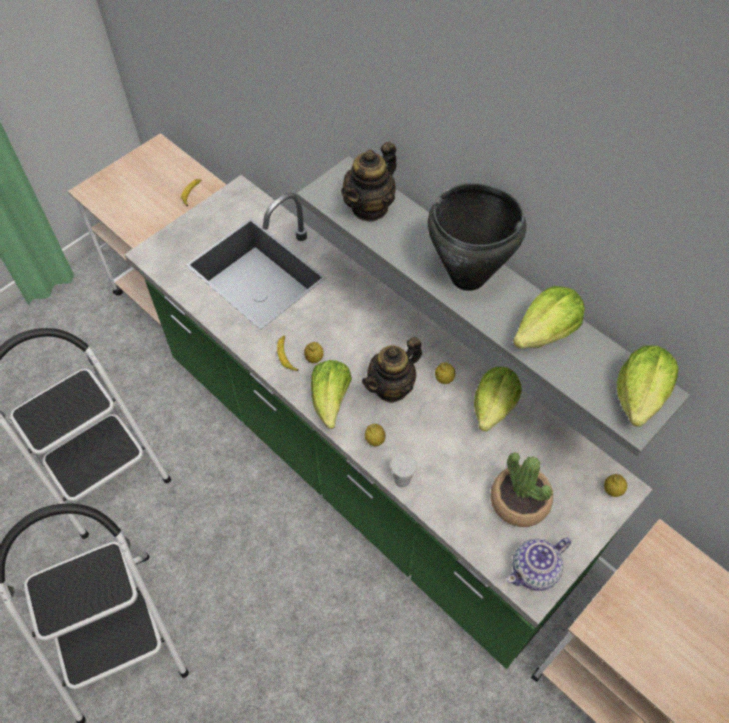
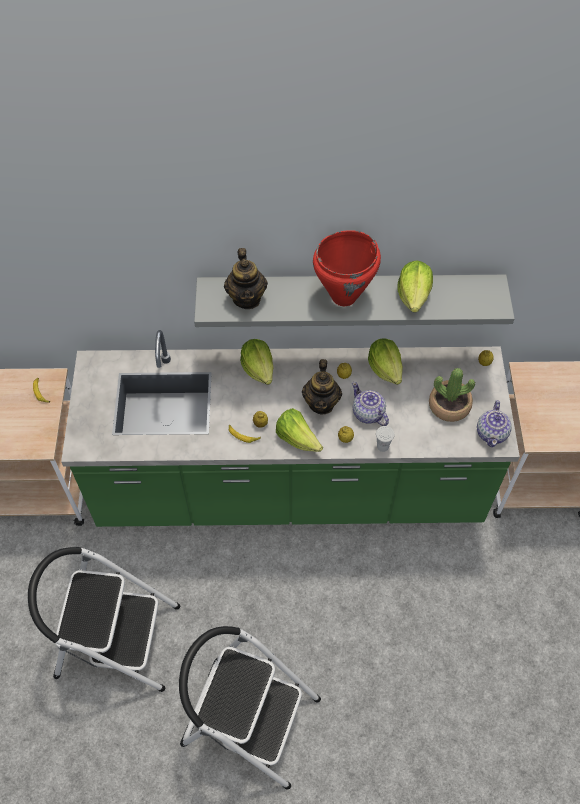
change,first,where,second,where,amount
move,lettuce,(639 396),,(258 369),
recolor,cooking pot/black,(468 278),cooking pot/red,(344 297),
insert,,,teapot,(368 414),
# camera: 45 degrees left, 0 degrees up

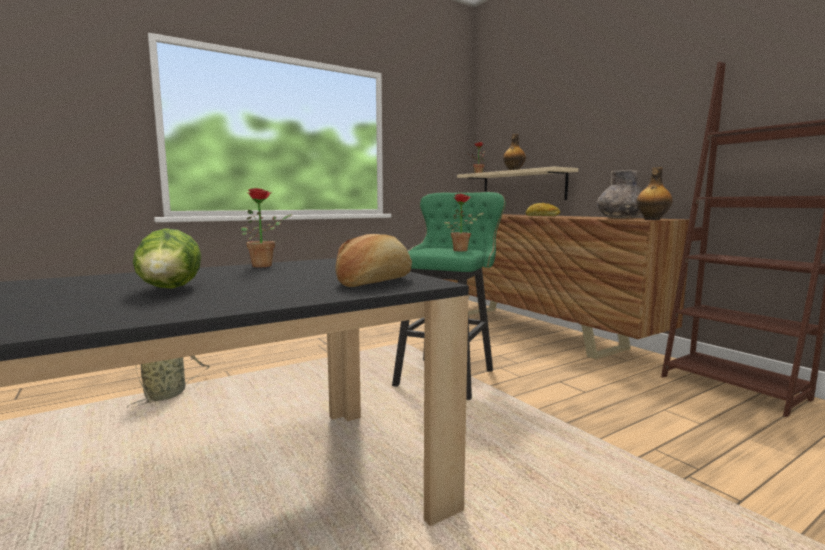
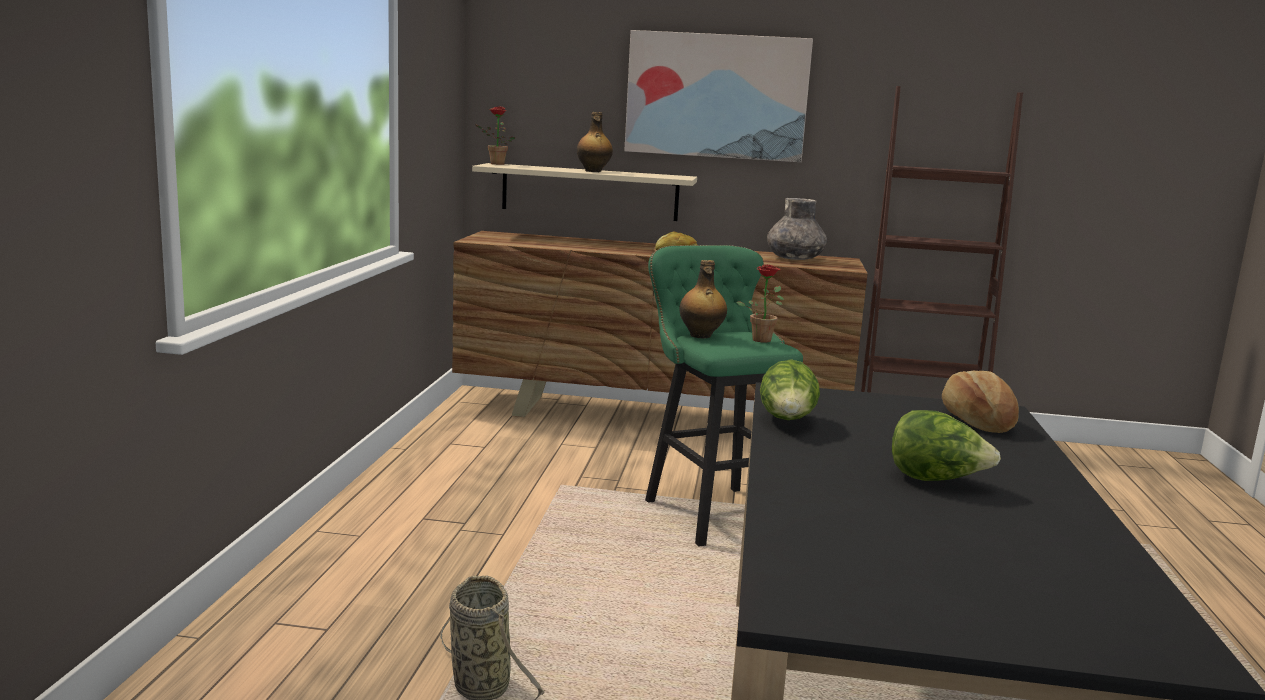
change,first,where,second,where,amount
insert,,,picture,(716 96),
move,bottle,(652 219),,(700 336),
replace,potted plant,(266 265),lettuce,(787 421),
# camera: 50 degrees left, 5 degrees up

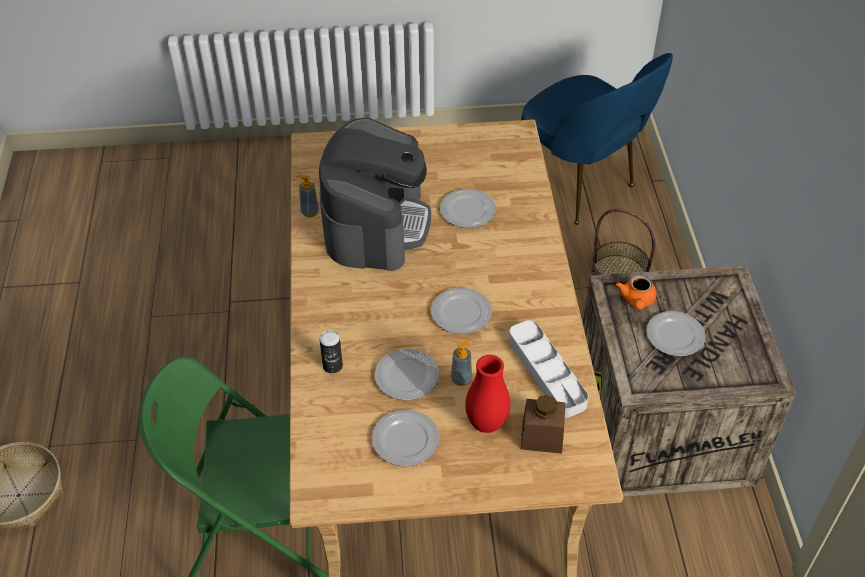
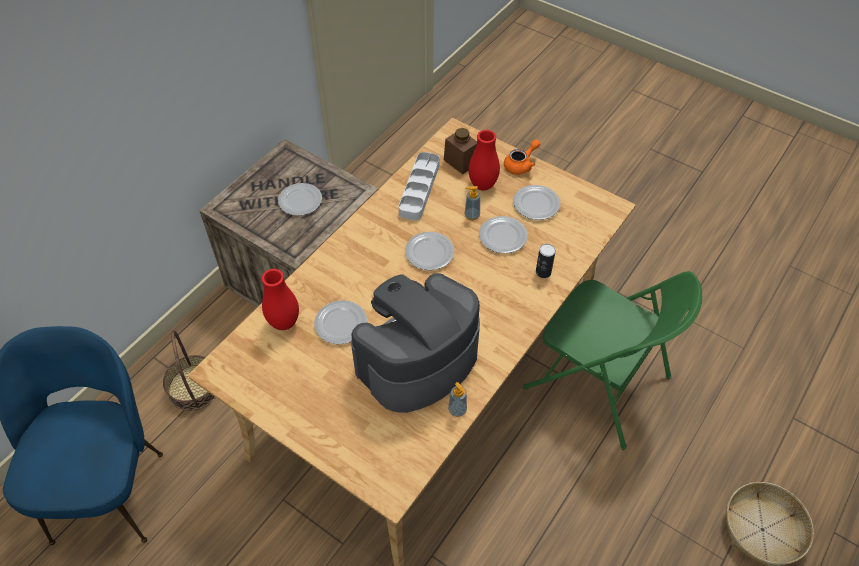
change,first,where,second,where,amount
insert,,,vase/red,(284 323),
move,teapot/orange,(636 301),,(521 165),
# camera: 140 degrees left, 5 degrees up

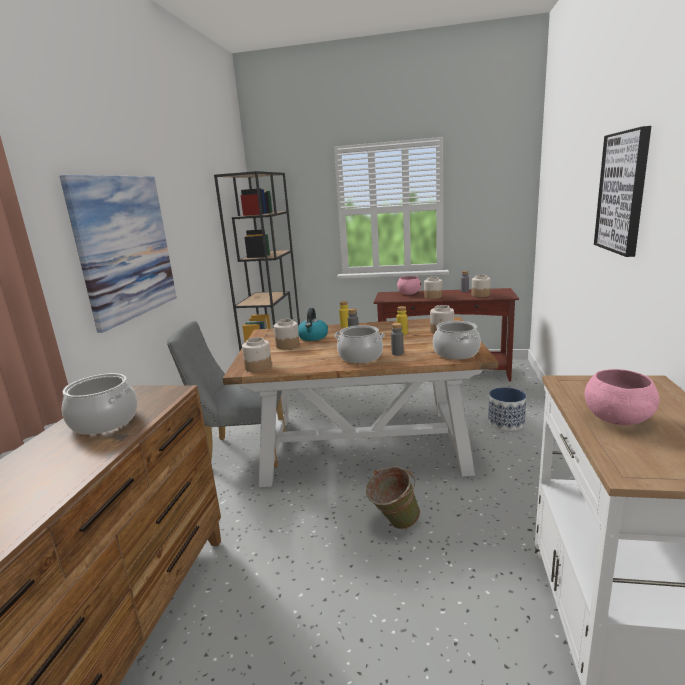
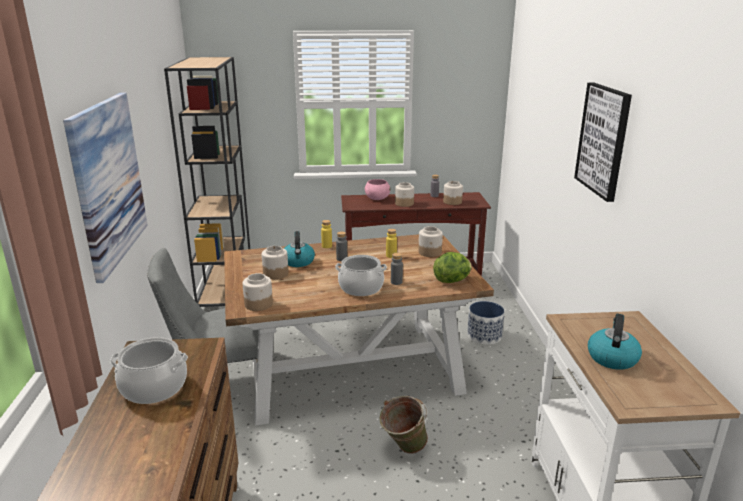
change,first,where,second,where,amount
replace,cooking pot,(456 353),lettuce,(452 281),
replace,bowl/pink,(616 419),kettle,(612 357),
# camera: 15 degrees left, 5 degrees up

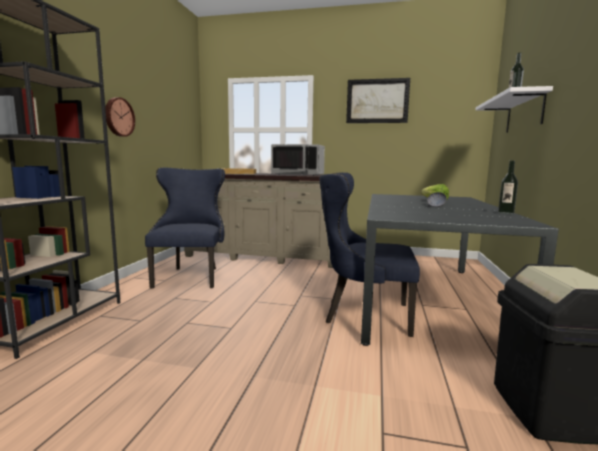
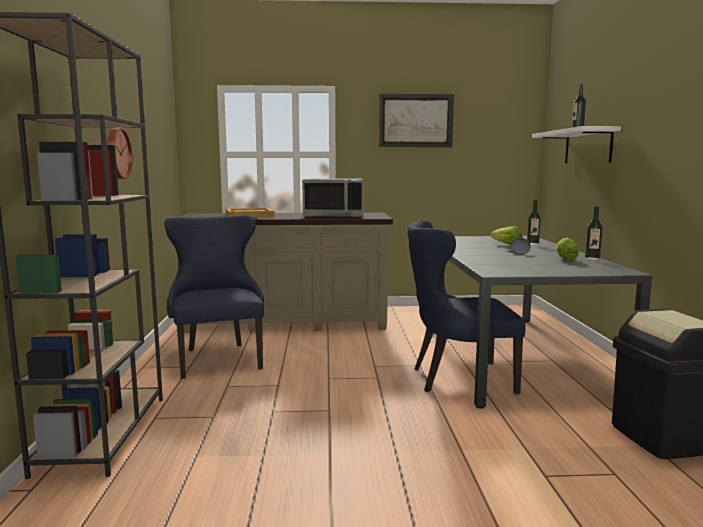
change,first,where,second,where,amount
insert,,,bottle,(532 244),
insert,,,lettuce,(564 259),
# camera: 15 degrees left, 0 degrees up

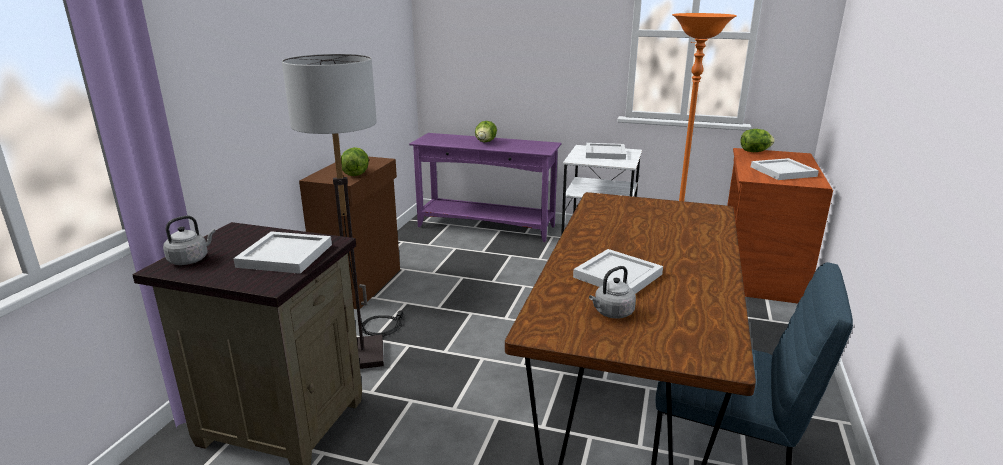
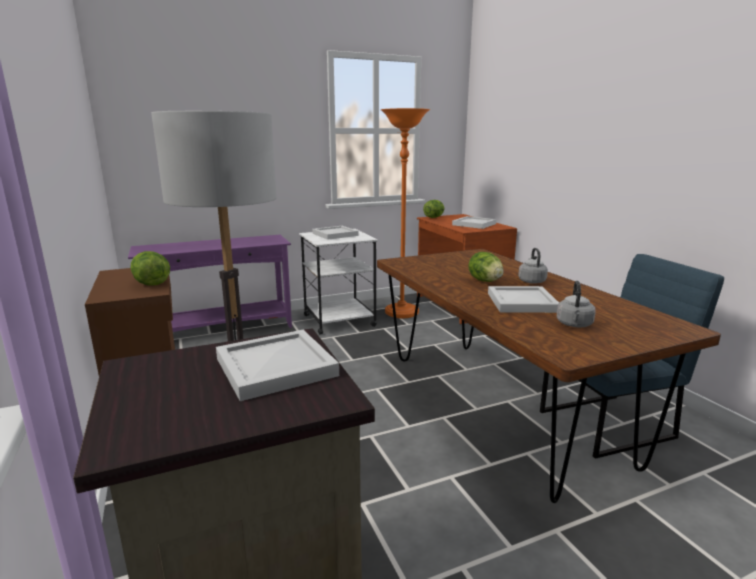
change,first,where,second,where,amount
move,lettuce,(485 142),,(485 281),
move,kettle/grey,(190 259),,(531 281),
# camera: 40 degrees left, 5 degrees down

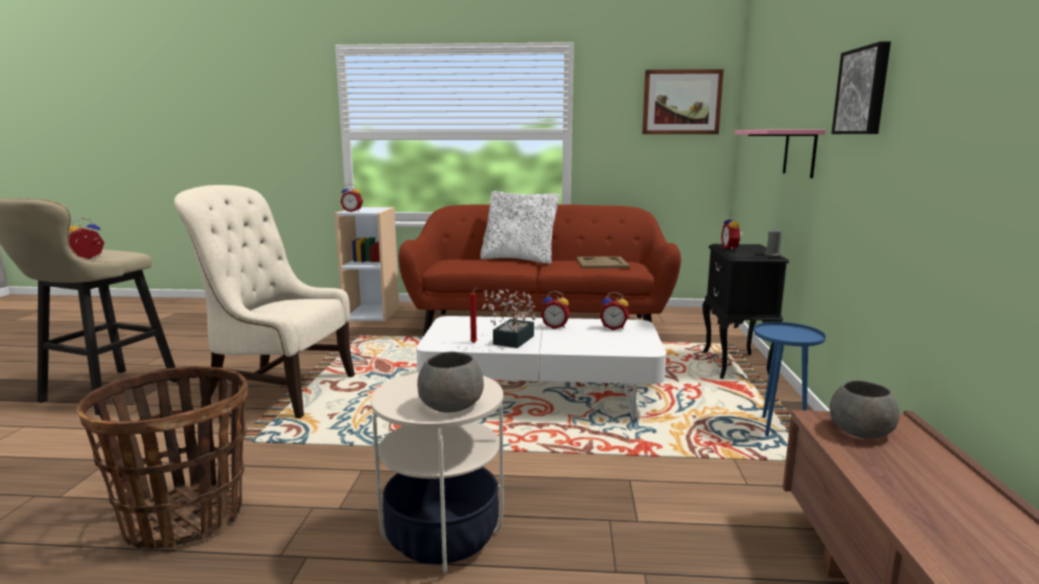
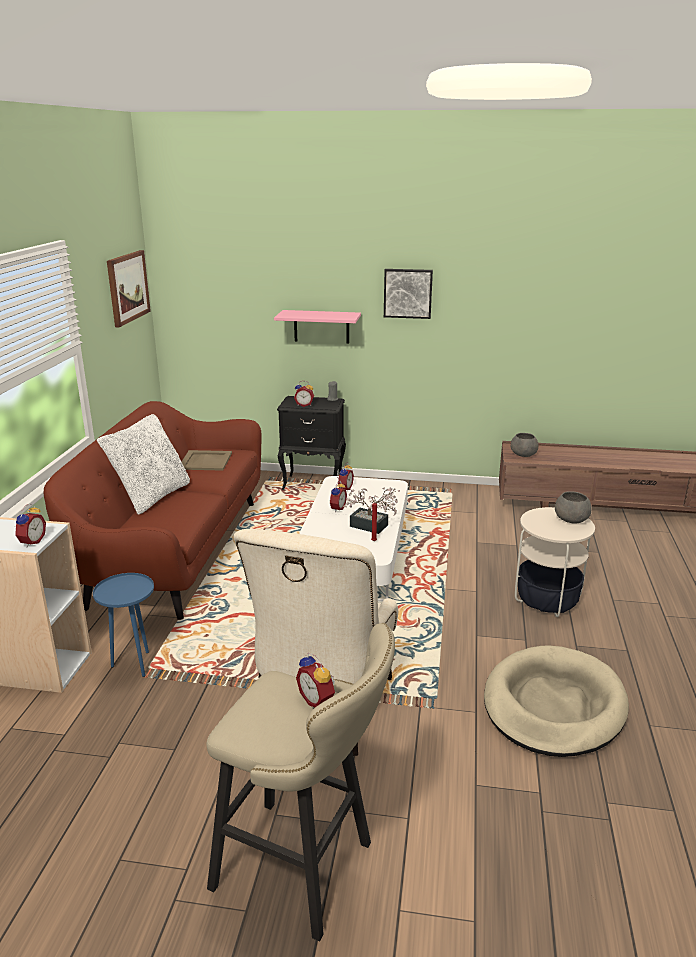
change,first,where,second,where,amount
move,side table/blue,(778 429),,(134 664),
replace,basket,(185 519),dog bed/beige,(553 705),
# camera: 85 degrees left, 10 degrees up

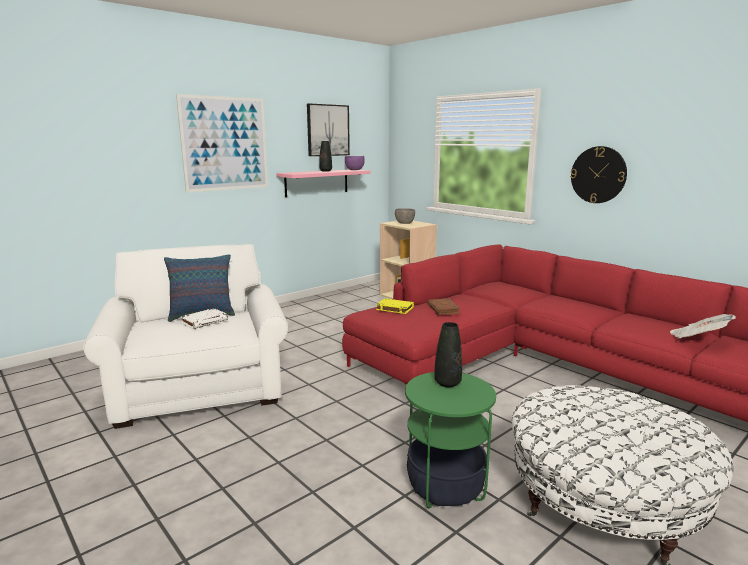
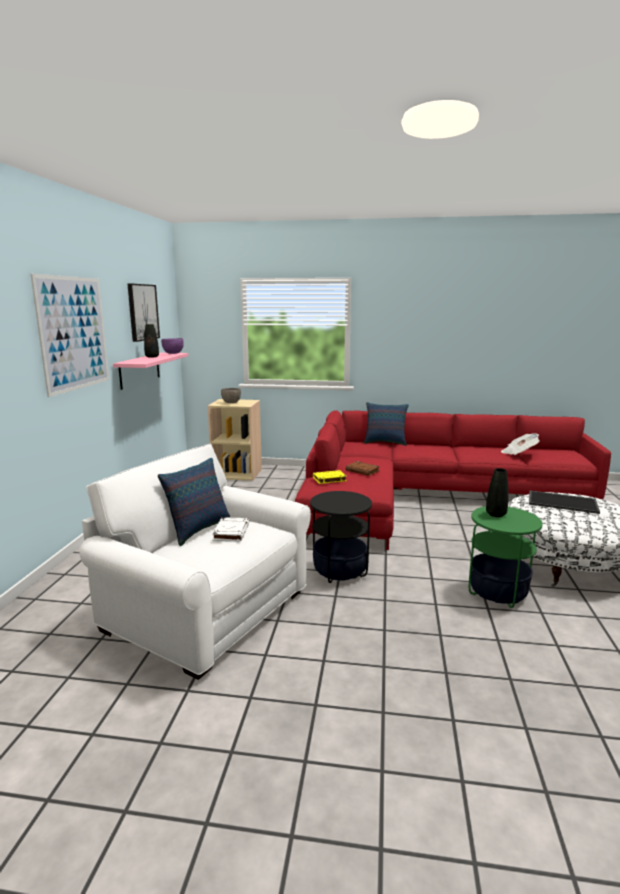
change,first,where,second,where,amount
insert,,,side table/black,(339 571),
insert,,,pillow/blue,(385 443),
insert,,,tray,(563 502),
delete,wall clock,(598 175),,,
# camera: 40 degrees left, 0 degrees up

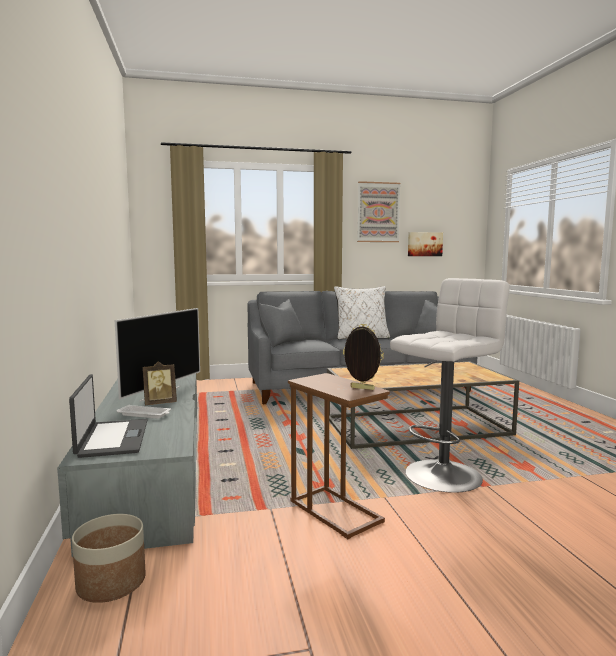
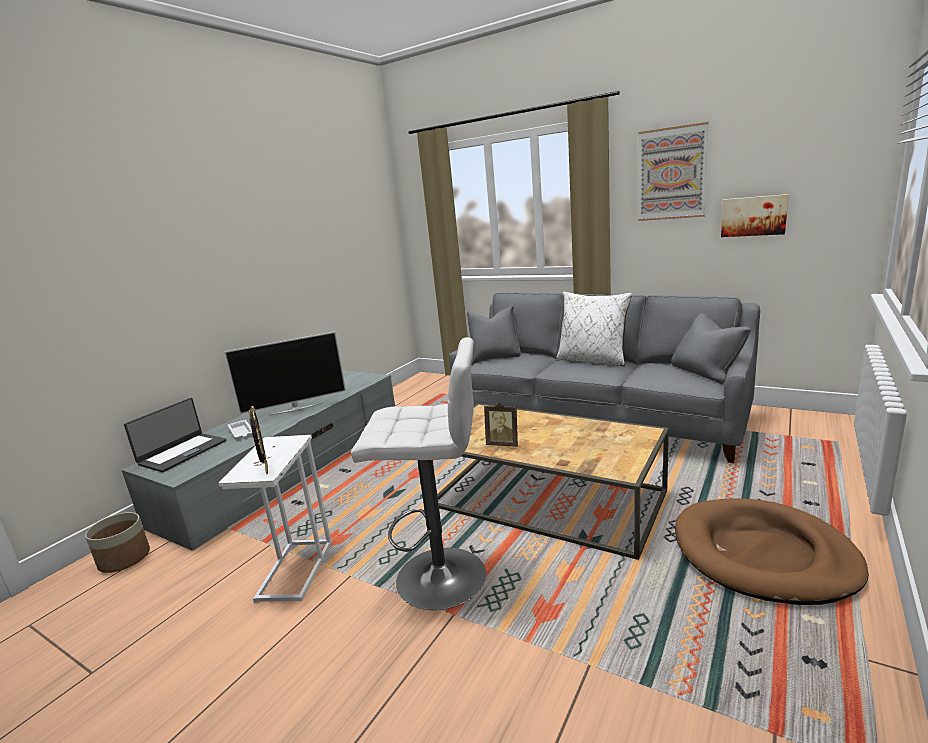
change,first,where,second,where,amount
recolor,side table/brown,(334 511),side table/white,(295 569),
move,picture frame,(160 403),,(503 444),
insert,,,dog bed/brown,(763 555),
# camera: 45 degrees right, 10 degrees up

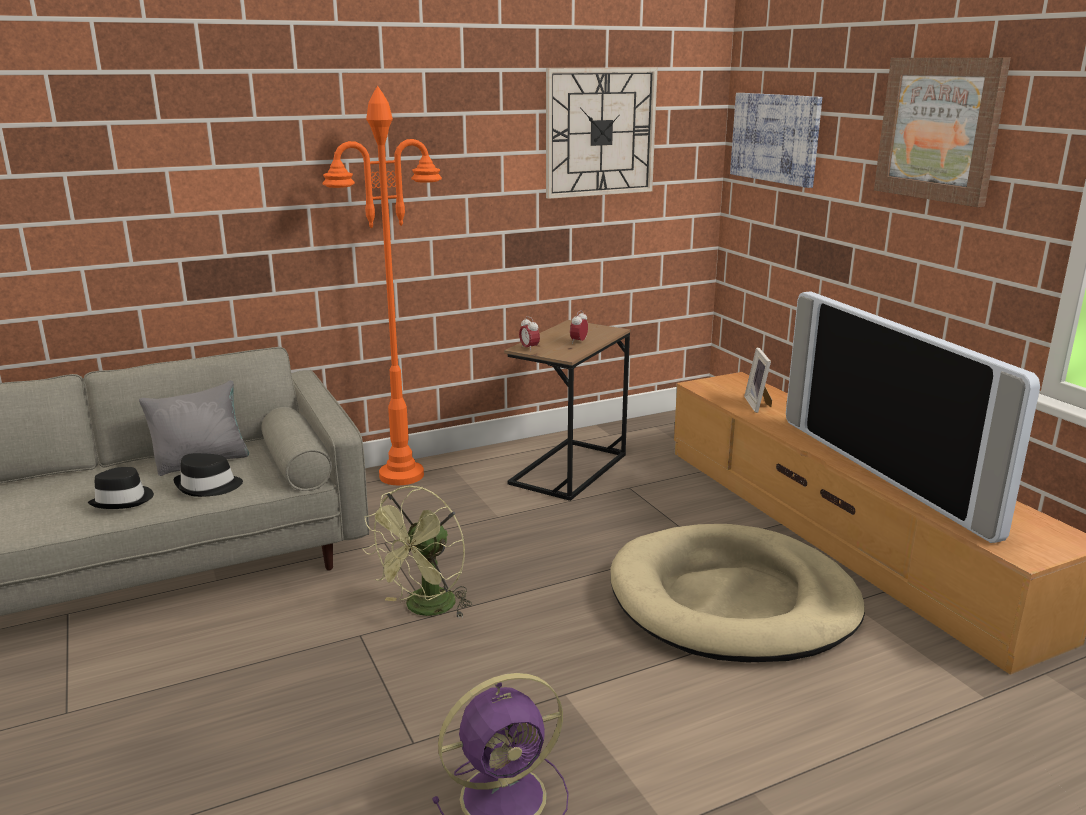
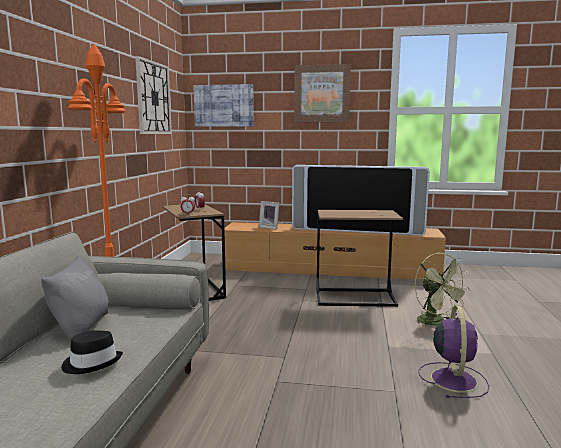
change,first,where,second,where,amount
replace,dog bed/beige,(732 601),side table/brown,(355 298),
move,fan/green,(425 609),,(436 323),
delete,hat/black,(208 486),,,
# camera: 55 degrees left, 10 degrees down

